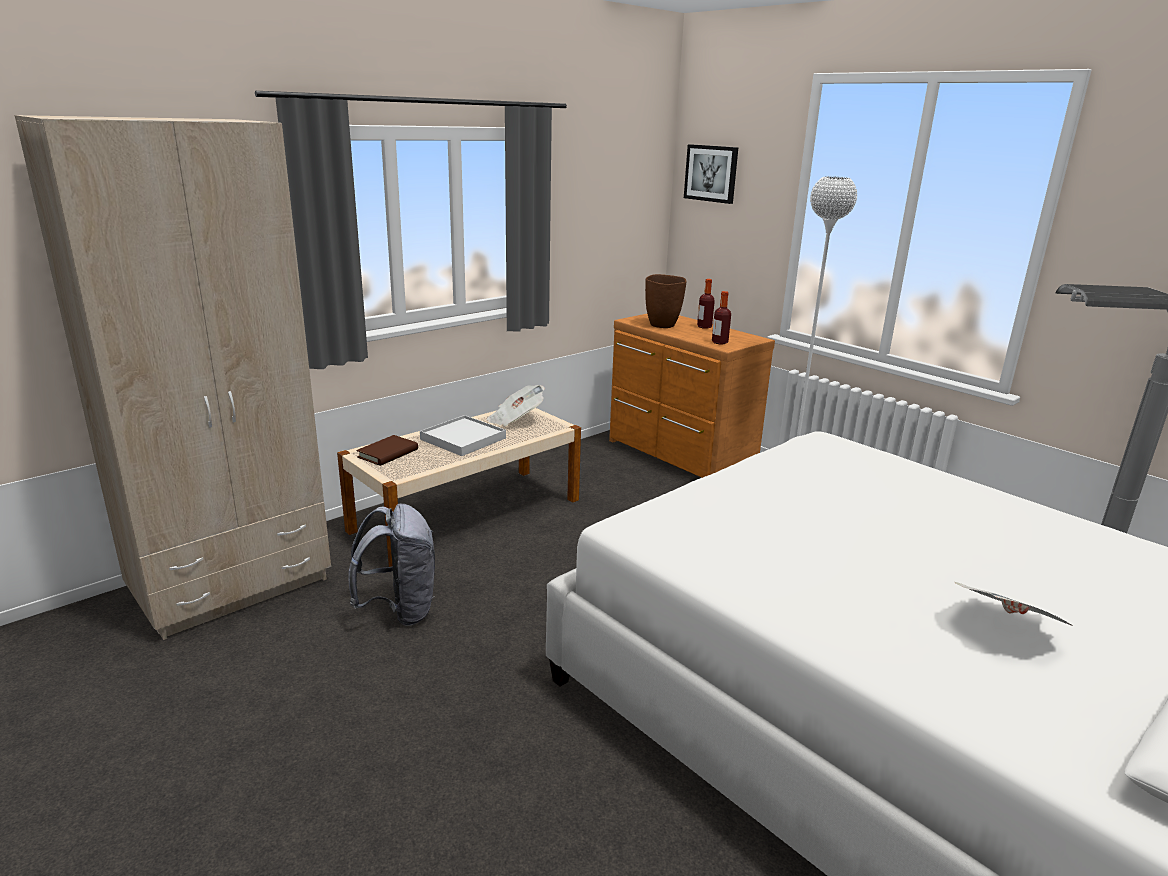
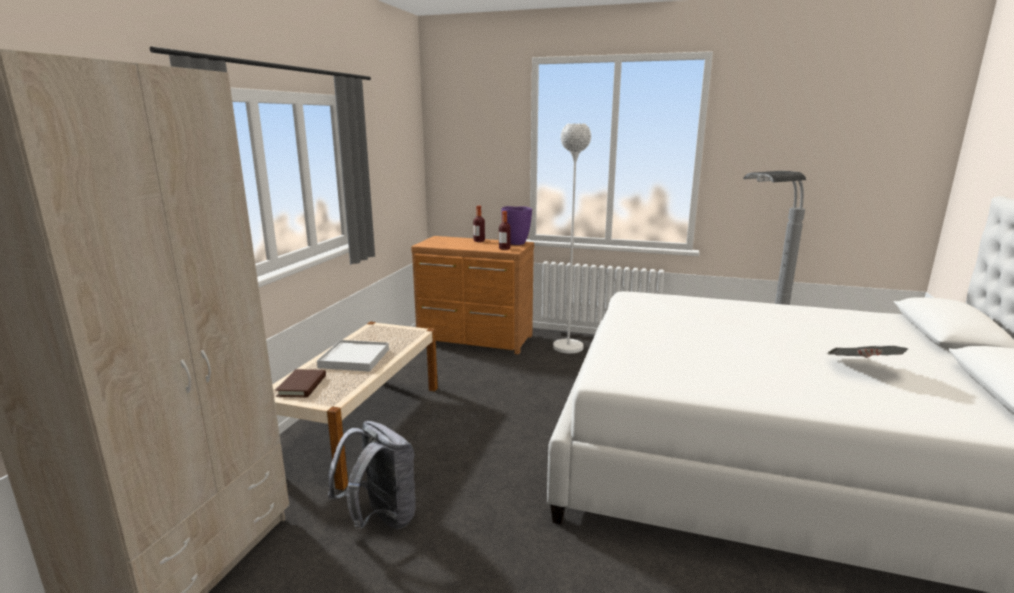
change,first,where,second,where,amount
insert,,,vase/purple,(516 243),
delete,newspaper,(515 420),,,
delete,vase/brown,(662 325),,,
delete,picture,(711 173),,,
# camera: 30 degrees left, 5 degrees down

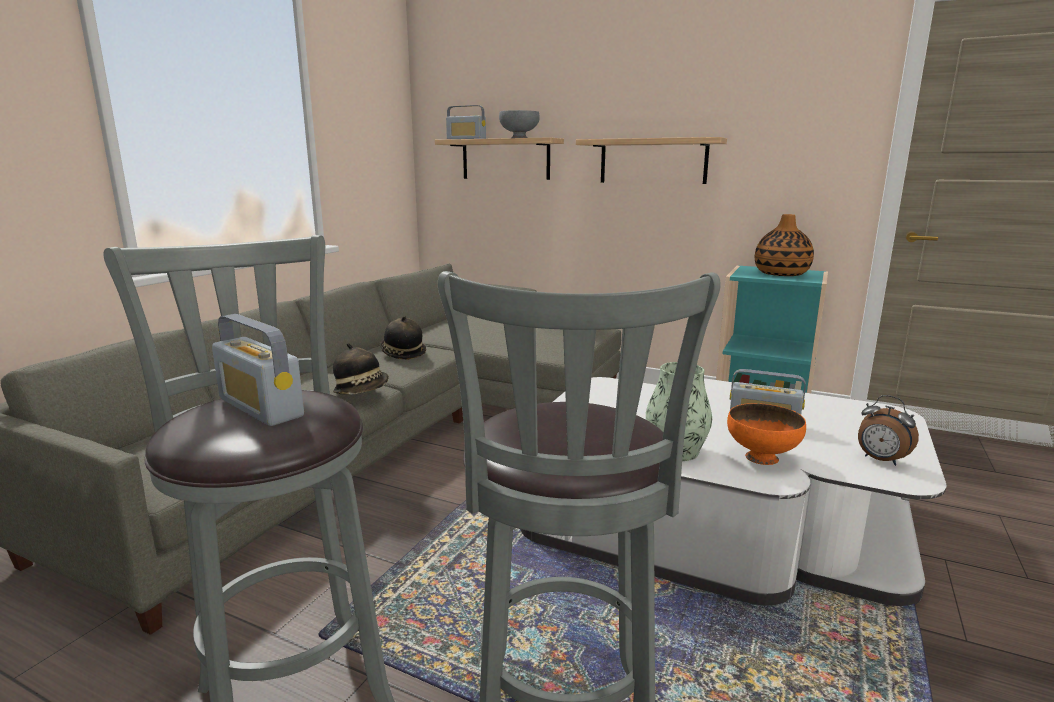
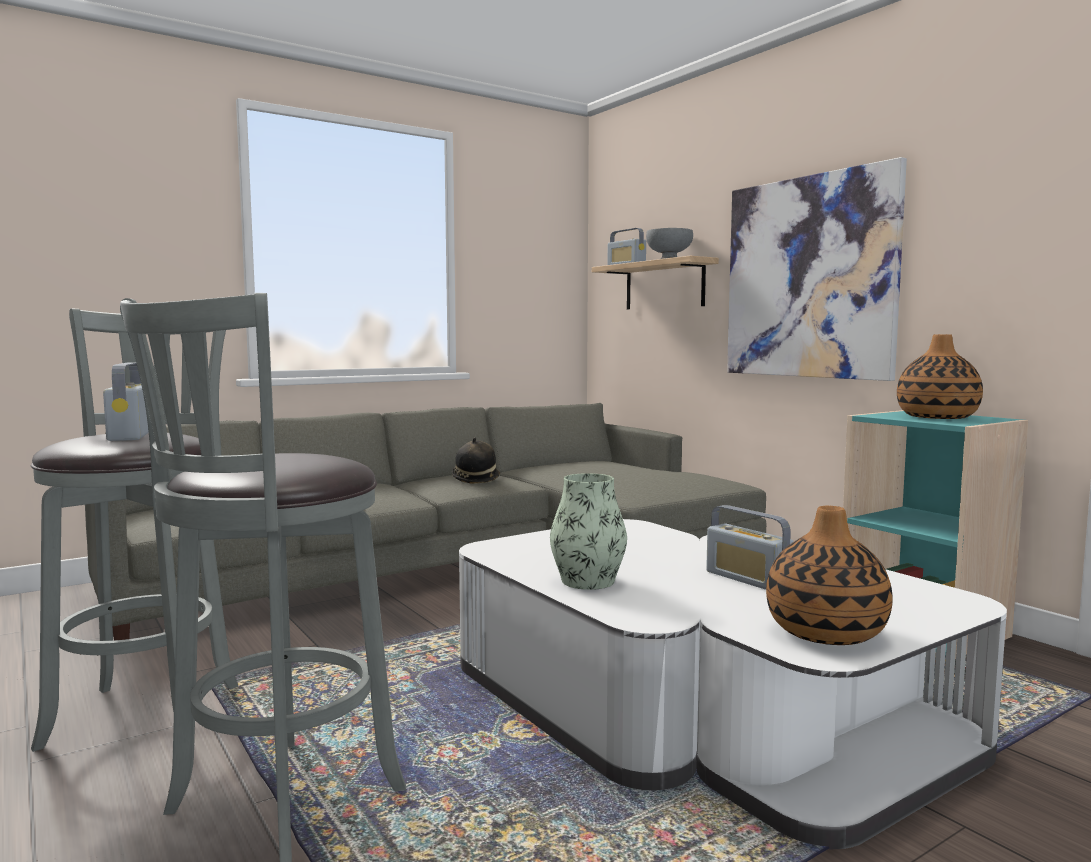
change,first,where,second,where,amount
replace,shelf,(653 161),picture,(809 277),
replace,alarm clock,(880 460),vase,(826 632),
delete,hat,(362 390),,,
delete,bowl/orange,(762 457),,,
# camera: 30 degrees right, 10 degrees down

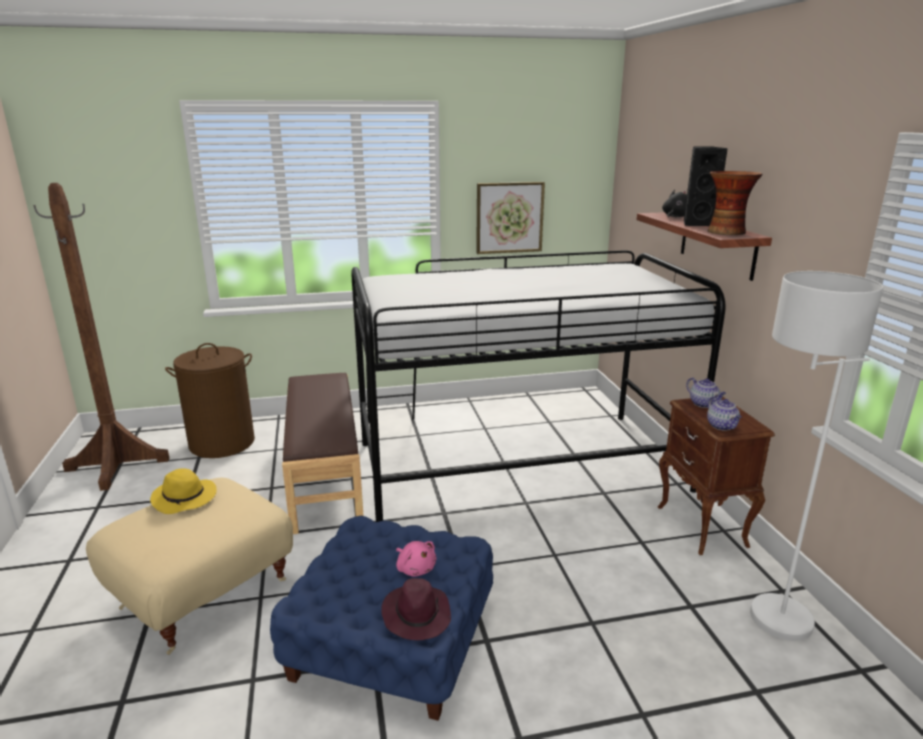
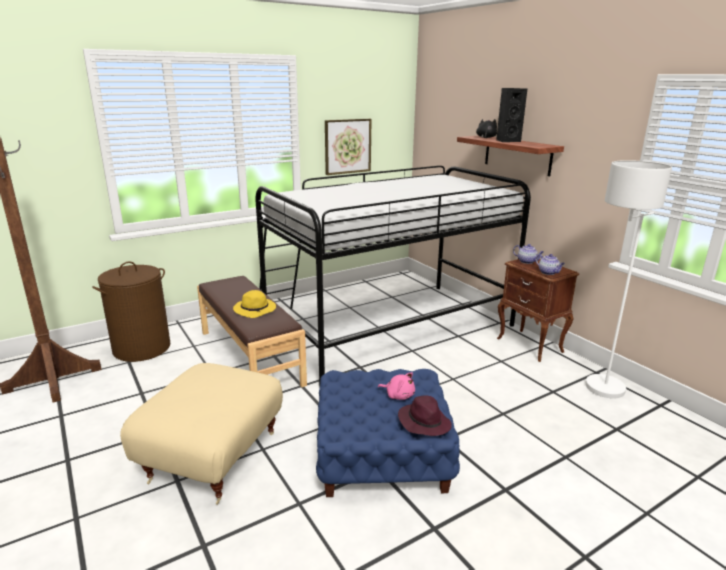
change,first,where,second,where,amount
move,hat/yellow,(185 498),,(255 310),
delete,vase,(726 232),,,
# camera: 20 degrees left, 0 degrees up

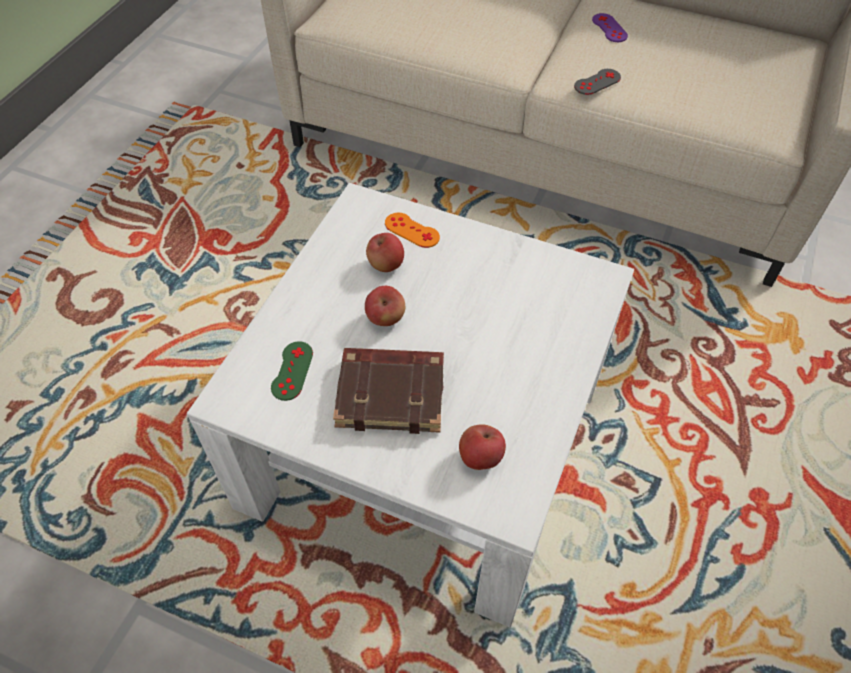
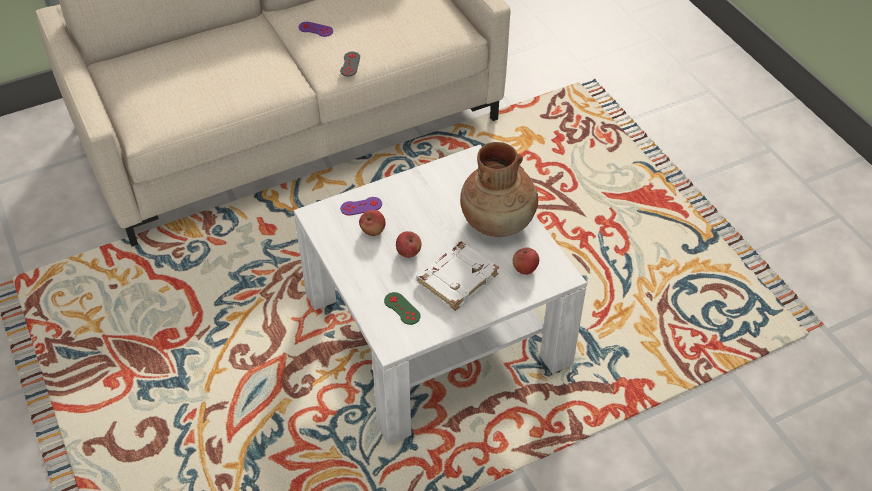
change,first,where,second,where,amount
recolor,game controller/orange,(412 230),game controller/purple,(361 206),
recolor,book/brown,(392 393),book/white,(457 278),
insert,,,vase/brown,(498 221),
# camera: 50 degrees left, 5 degrees down

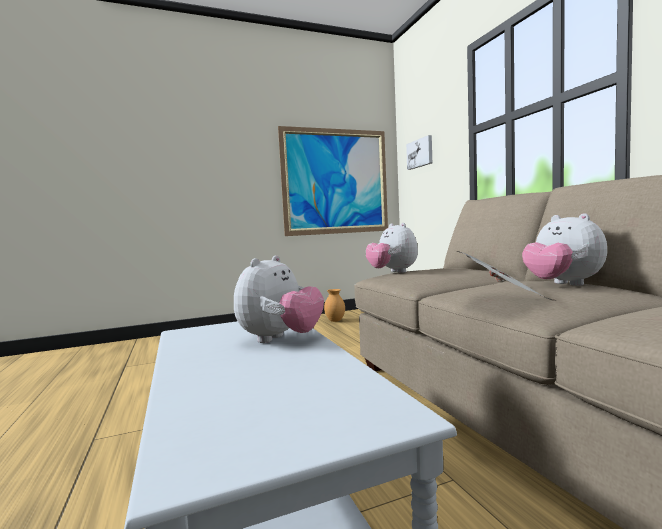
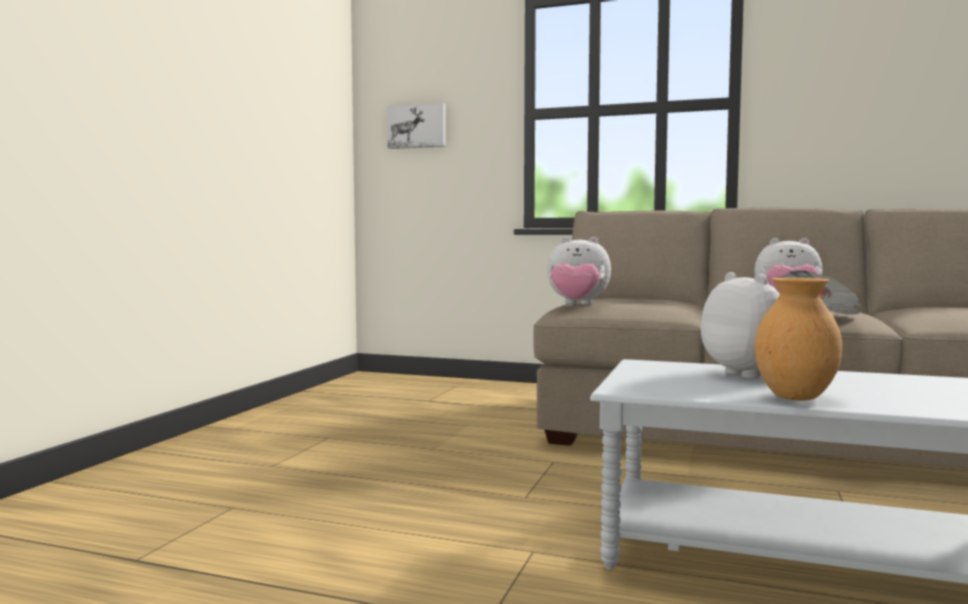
change,first,where,second,where,amount
move,vase/brown,(335 320),,(794 397),
delete,picture,(336 181),,,
# camera: 50 degrees left, 0 degrees up

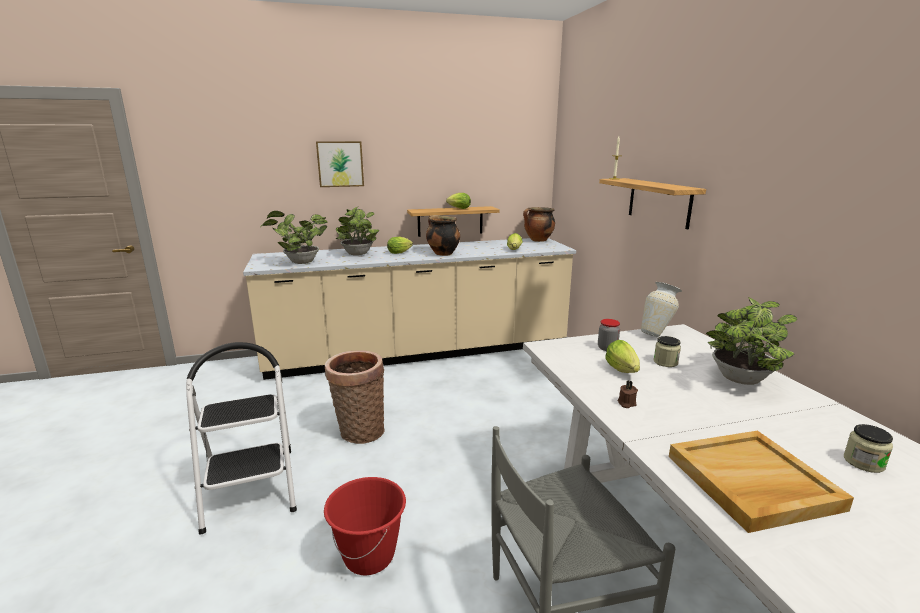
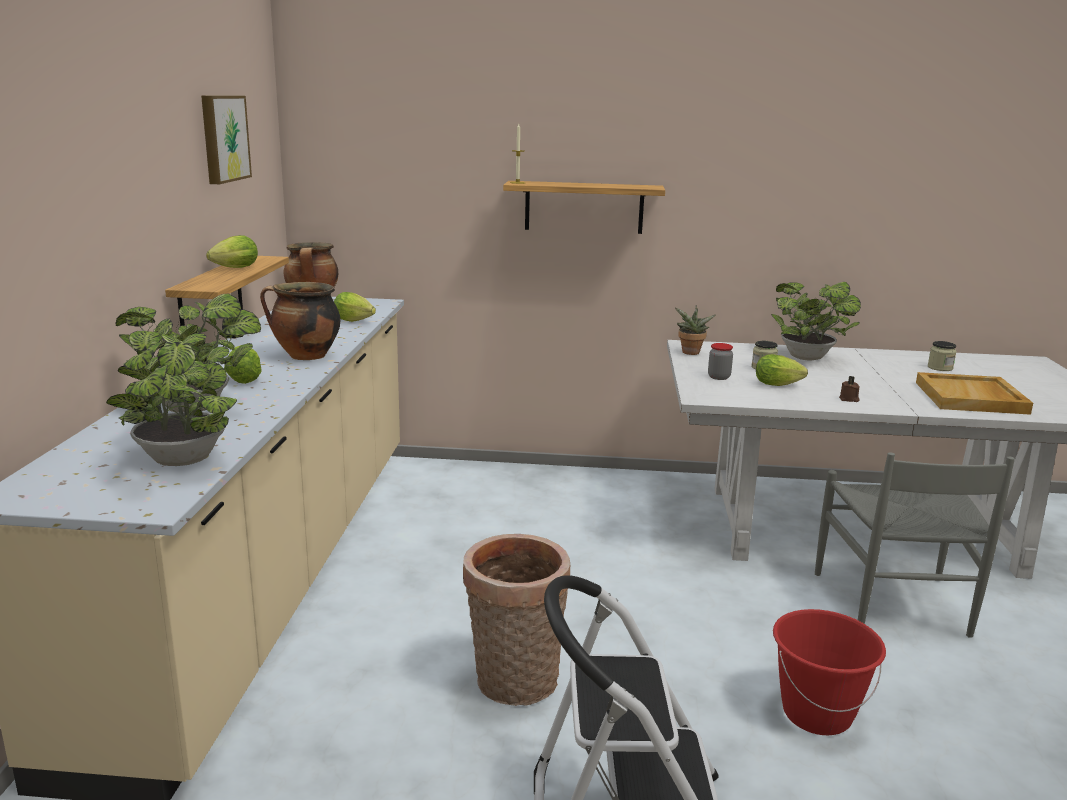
change,first,where,second,where,amount
move,picture,(340 164),,(223 138),
replace,vase,(657 334),potted plant,(690 353),
# camera: 70 degrees left, 0 degrees up

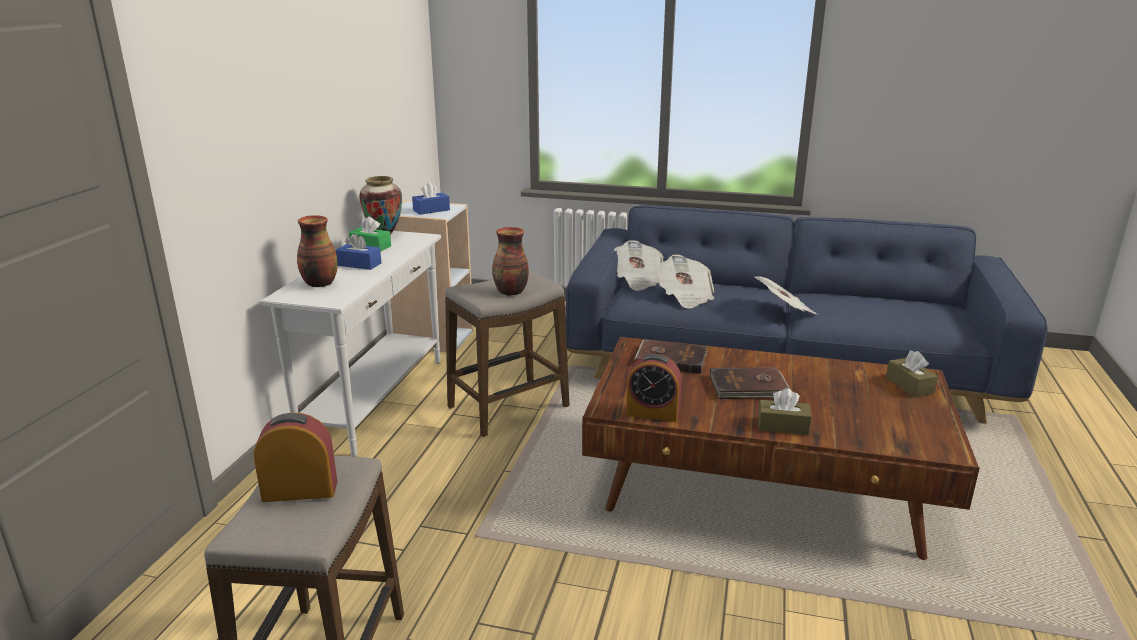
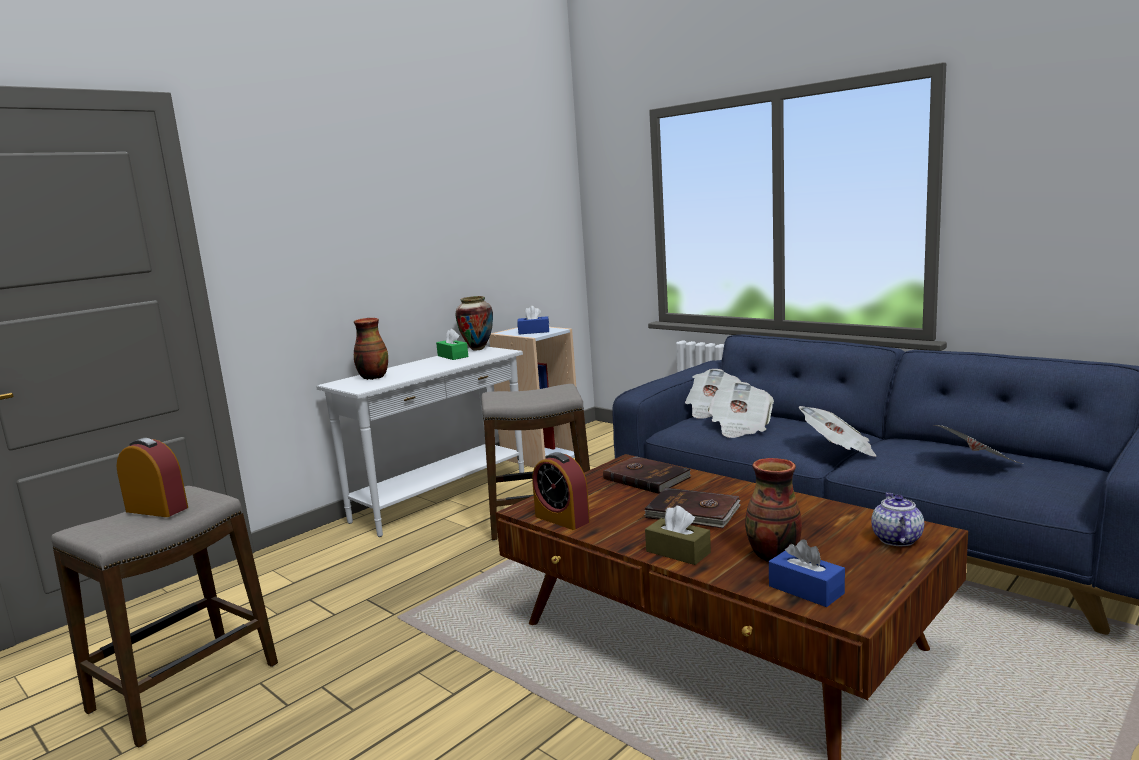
change,first,where,second,where,amount
move,vase,(510 292),,(773 555),
move,tissue box/blue,(359 264),,(806 590),
replace,tissue box/brown,(909 385),teapot,(896 539),
insert,,,newspaper,(977 465),
# camera: 30 degrees right, 10 degrees down

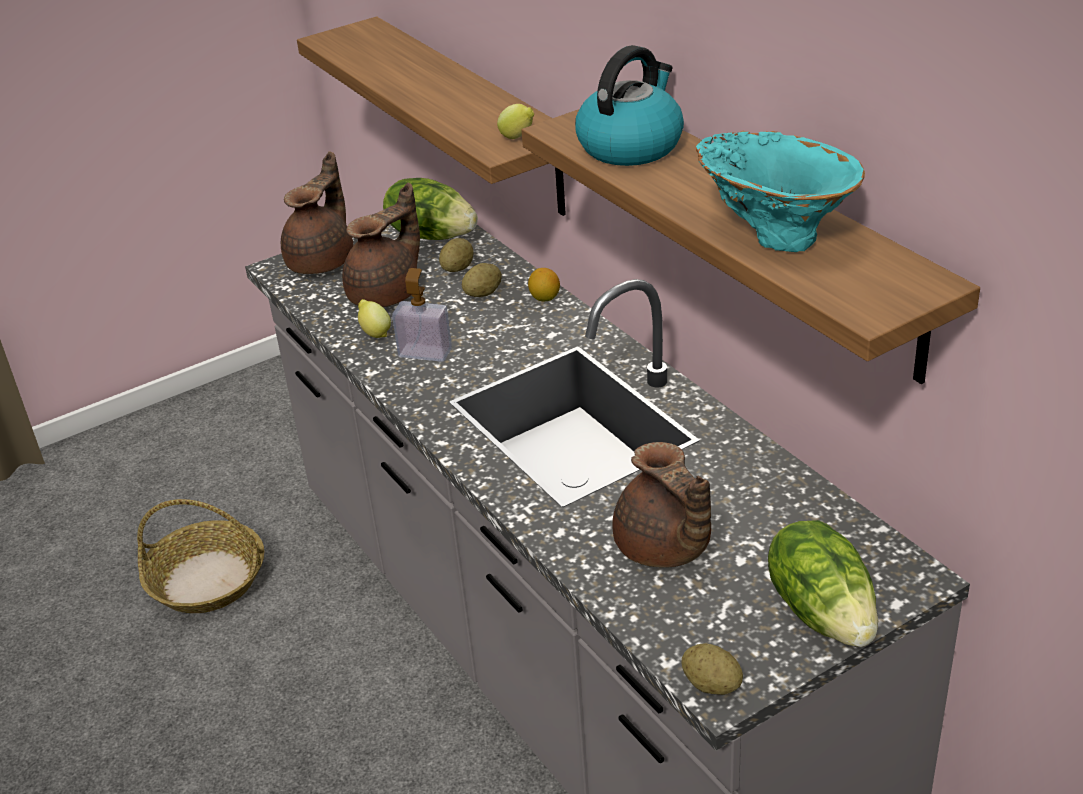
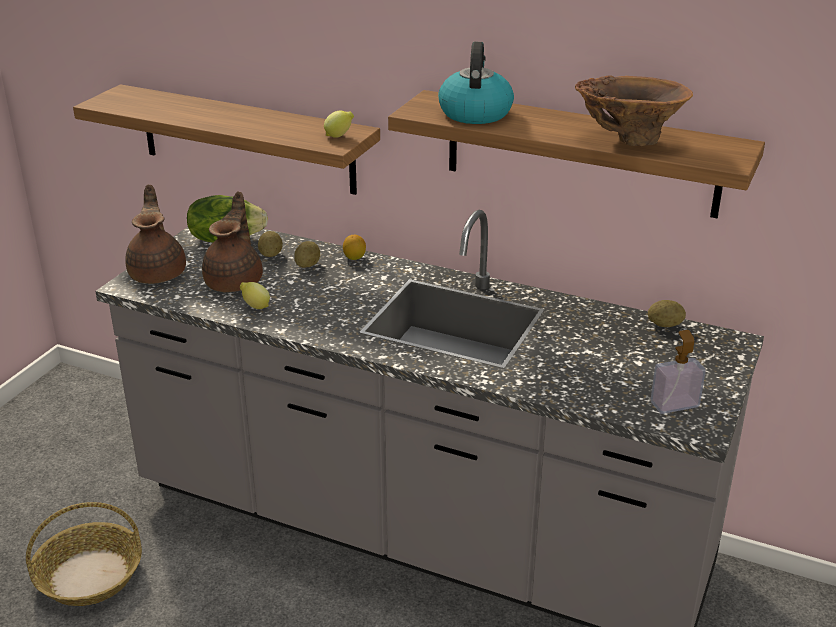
change,first,where,second,where,amount
recolor,vase/turquoise,(775 234),vase/brown,(628 139),
move,potato,(711 685),,(665 325),
move,soap dispenser,(425 352),,(674 404),
delete,teapot/brown,(664 549),,,
delete,lettuce,(823 611),,,
# camera: 35 degrees left, 5 degrees down

